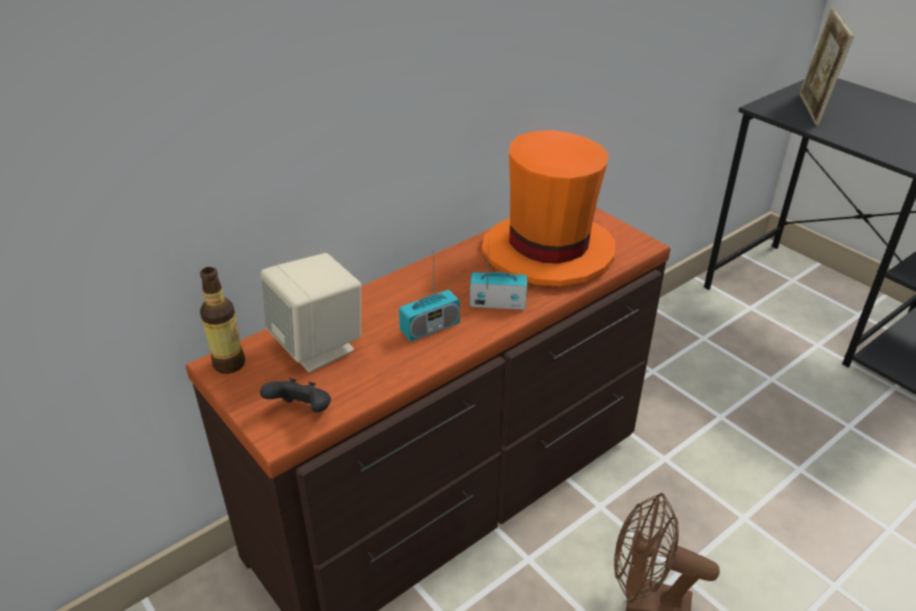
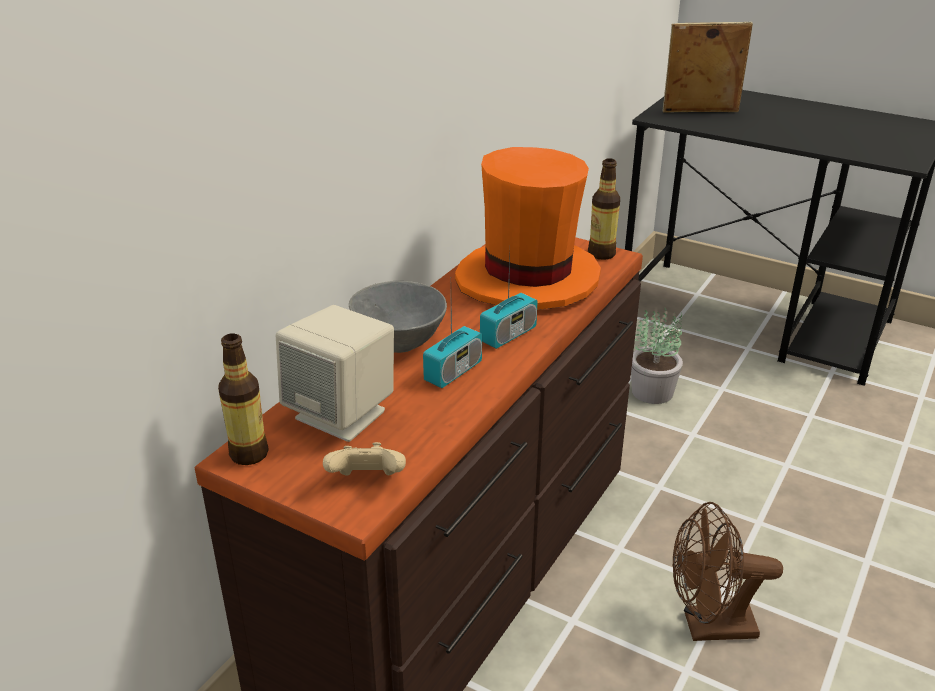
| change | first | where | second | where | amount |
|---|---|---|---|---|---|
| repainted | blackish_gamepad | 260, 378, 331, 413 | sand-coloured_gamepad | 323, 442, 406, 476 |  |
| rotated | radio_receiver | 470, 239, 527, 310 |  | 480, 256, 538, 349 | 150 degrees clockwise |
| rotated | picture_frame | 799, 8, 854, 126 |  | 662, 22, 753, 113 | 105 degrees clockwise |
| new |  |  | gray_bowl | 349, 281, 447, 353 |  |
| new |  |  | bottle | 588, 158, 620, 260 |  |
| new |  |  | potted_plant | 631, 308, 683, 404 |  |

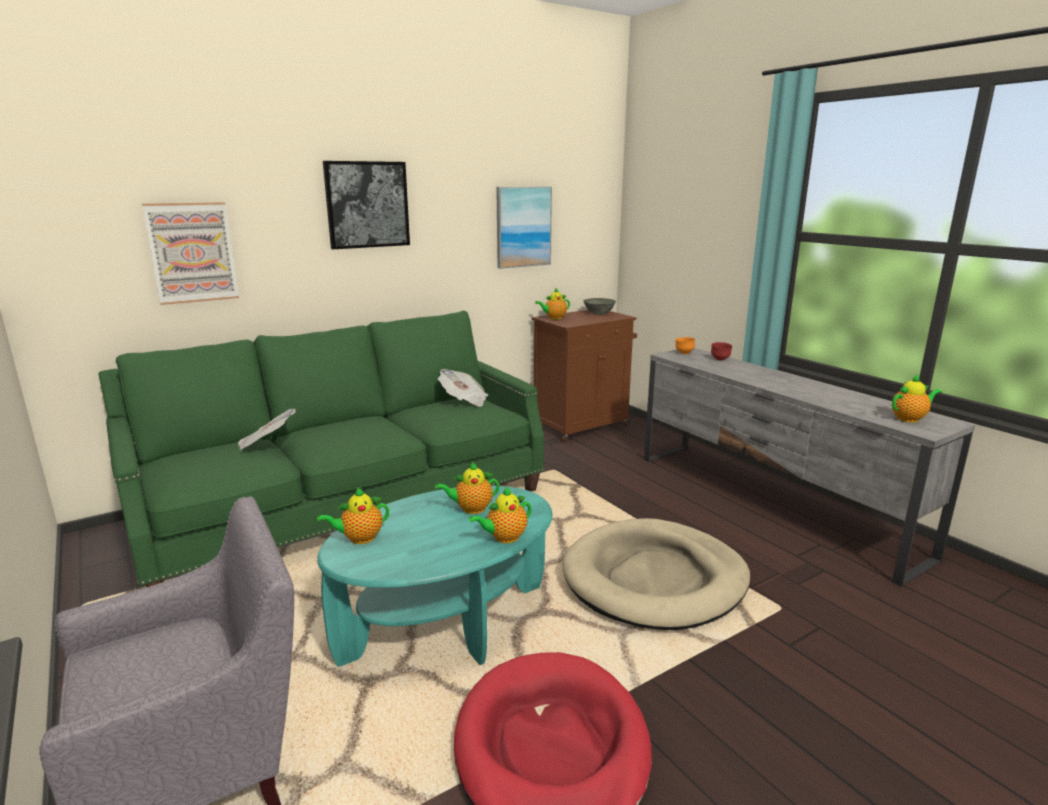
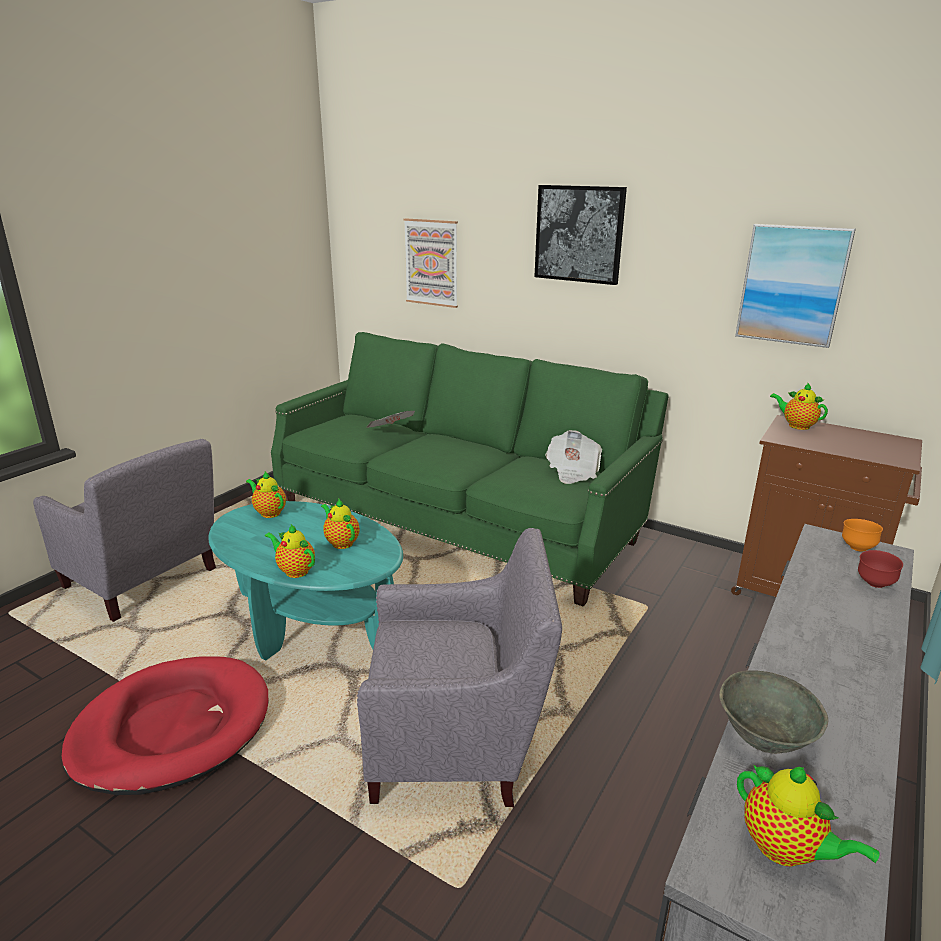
| change | first | where | second | where | amount |
|---|---|---|---|---|---|
| swapped | sand-coloured_dog_cushion | 562, 518, 750, 630 | gray_easy_chair | 357, 528, 562, 808 |  |
| shifted | gray_bowl | 583, 298, 616, 315 |  | 719, 670, 828, 754 |  |

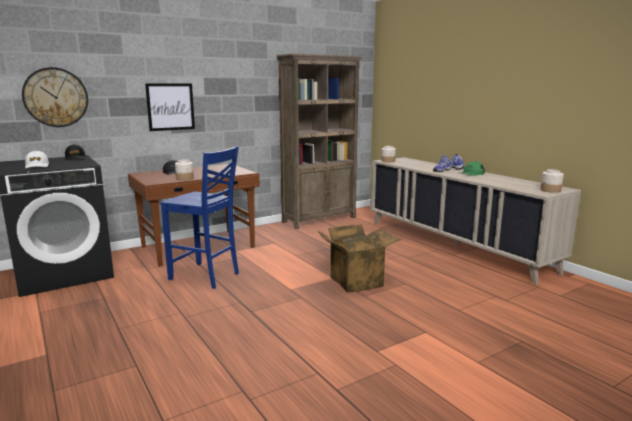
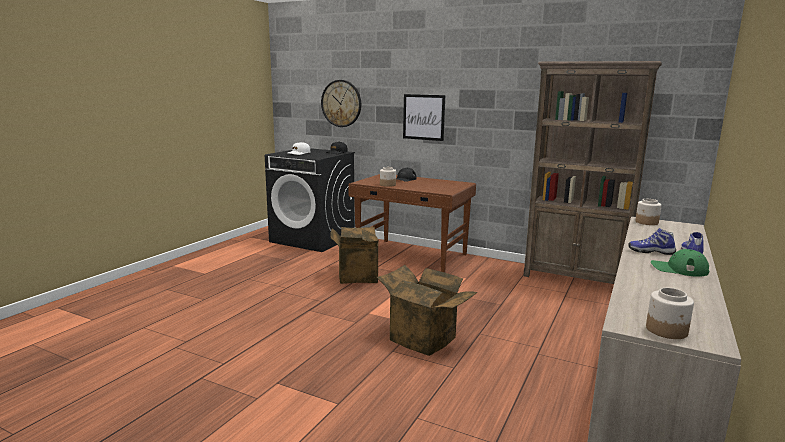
| change | first | where | second | where | amount |
|---|---|---|---|---|---|
| swapped | blue_upright_chair | 161, 146, 239, 289 | packing_box | 330, 227, 379, 284 |  |

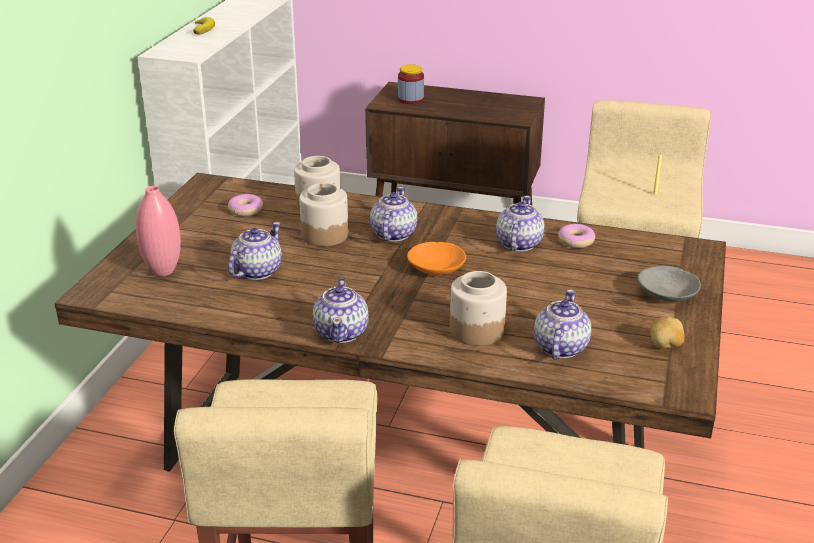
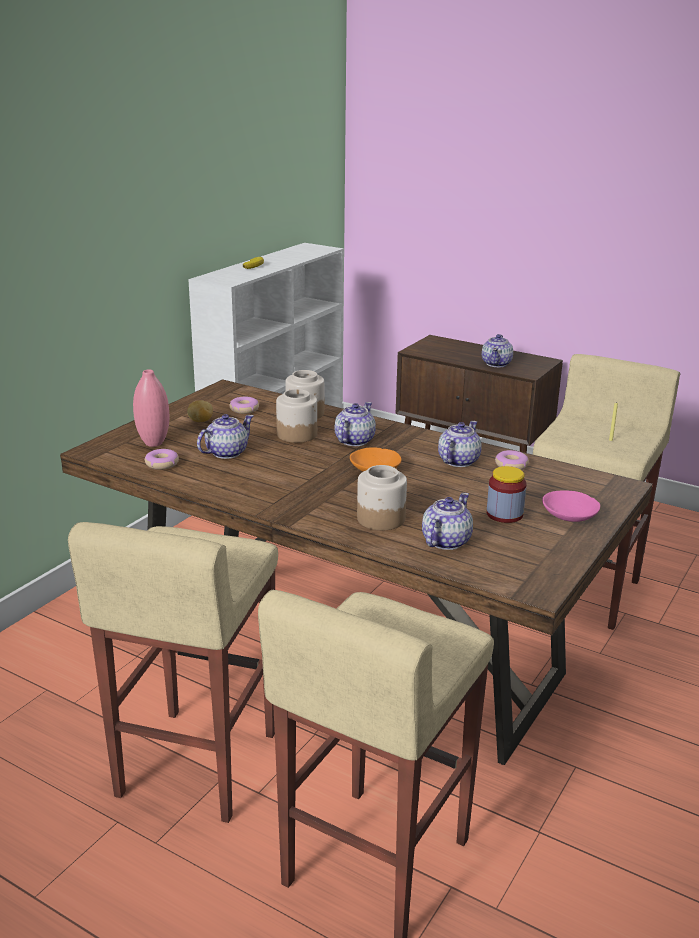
| change | first | where | second | where | amount |
|---|---|---|---|---|---|
| shifted | teapot | 313, 278, 369, 343 |  | 482, 334, 513, 367 |  |
| shifted | storage_jar | 398, 64, 424, 104 |  | 487, 466, 527, 523 |  |
| repainted | gray_bowl | 638, 266, 701, 302 | pink-coloured_bowl | 542, 490, 600, 522 |  |
| shifted | spud | 650, 317, 685, 349 |  | 187, 400, 213, 422 |  |
| new |  |  | donut | 145, 449, 179, 470 |  |

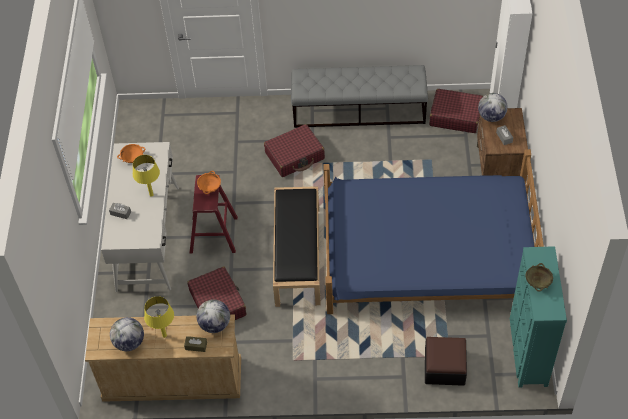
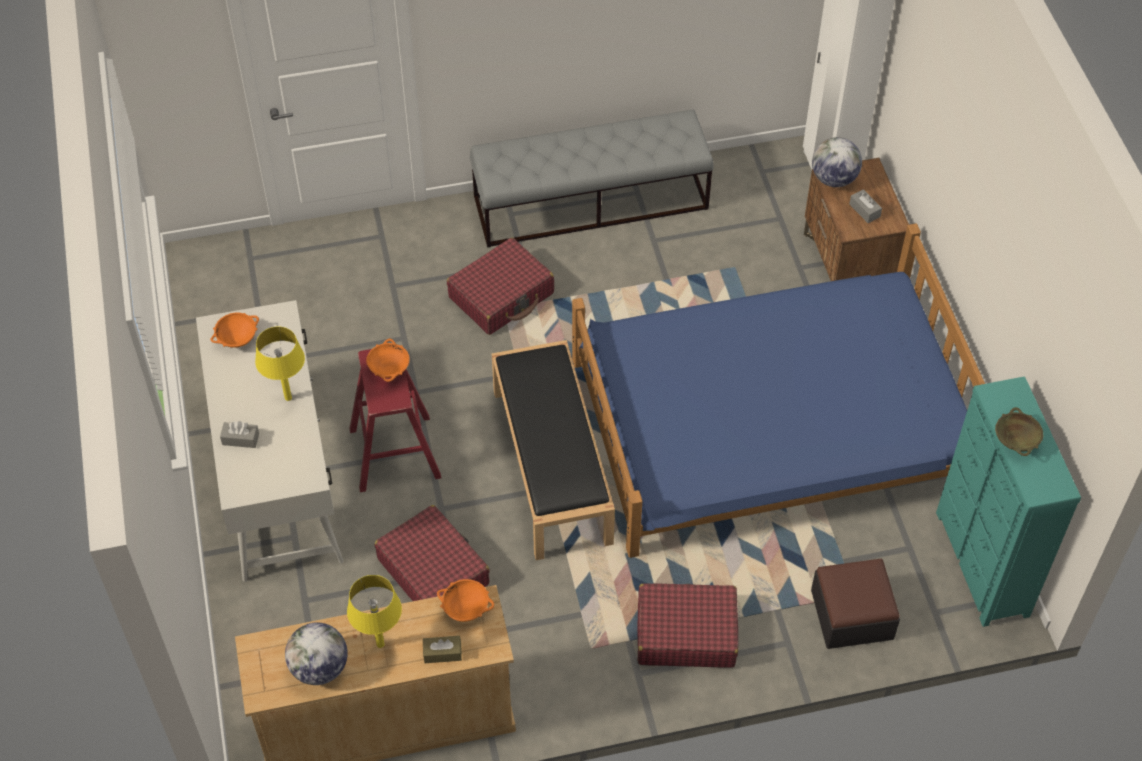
| change | first | where | second | where | amount |
|---|---|---|---|---|---|
| swapped | globe | 196, 299, 230, 333 | orange-coloured_bowl | 437, 579, 494, 622 |  |
| shifted | red-coloured_suitcase | 429, 89, 483, 133 |  | 638, 583, 738, 668 |  |

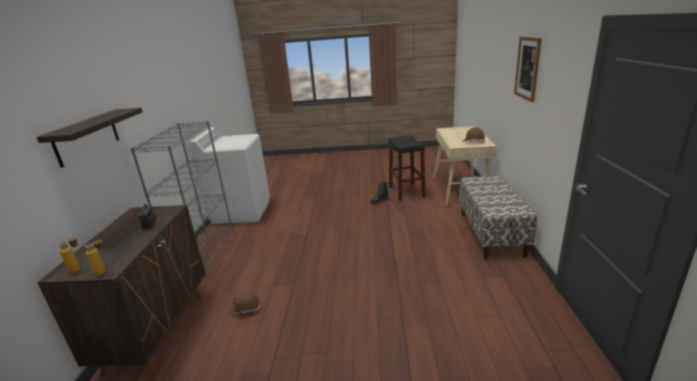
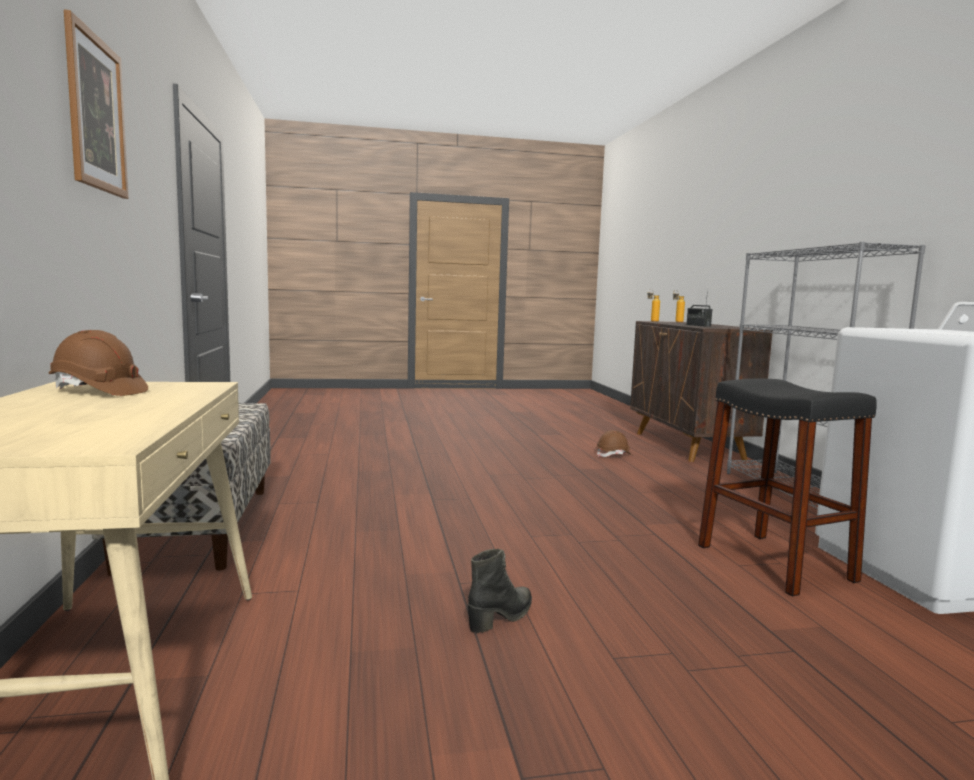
| change | first | where | second | where | amount |
|---|---|---|---|---|---|
| gone | bracket_shelf | 37, 108, 143, 168 |  |  |  |
| shifted | blackish_stool | 389, 135, 426, 201 |  | 698, 378, 877, 596 |  |

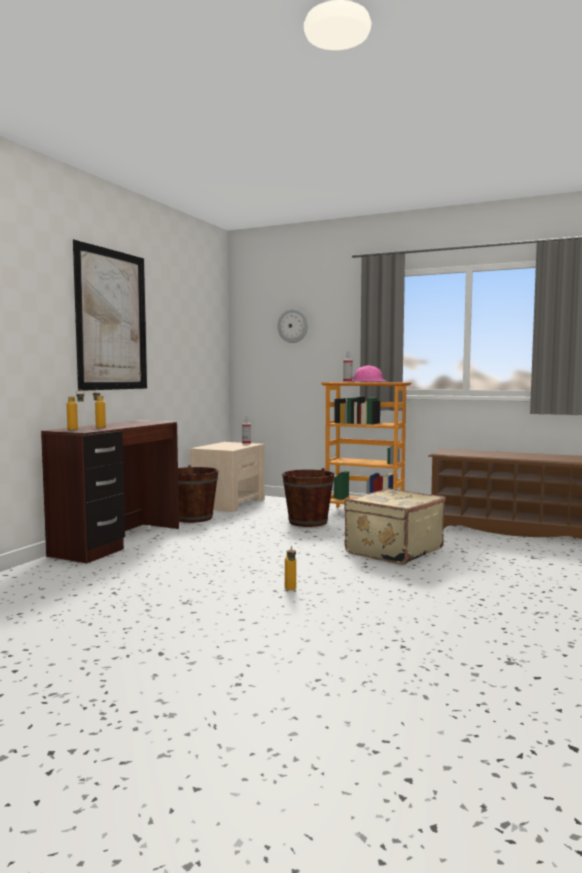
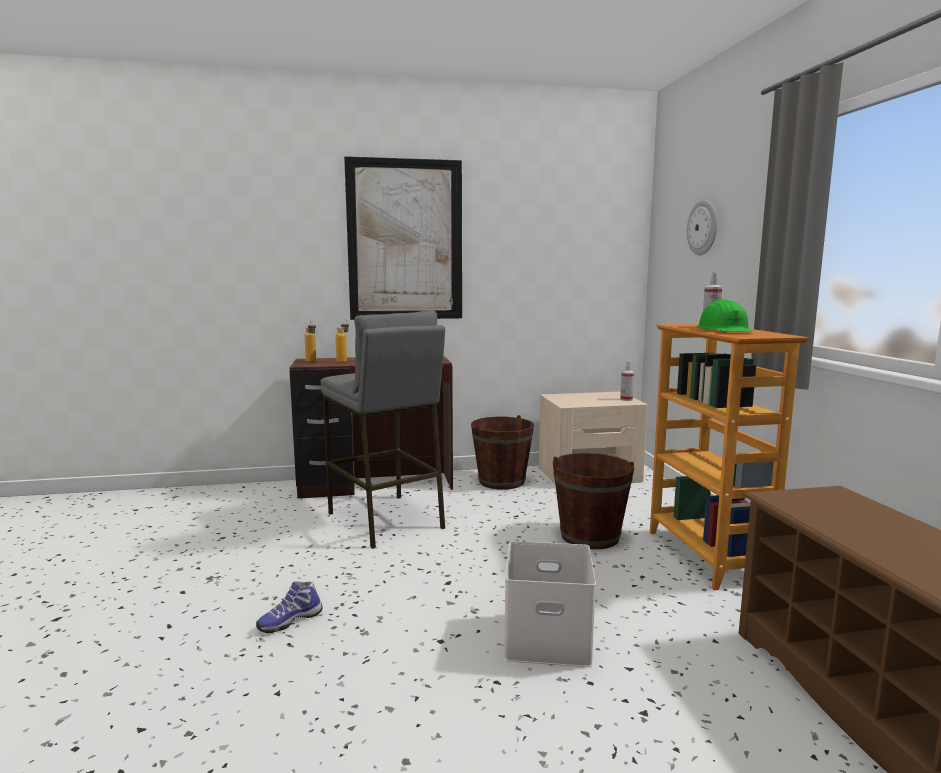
| change | first | where | second | where | amount |
|---|---|---|---|---|---|
| swapped | bottle | 285, 545, 296, 590 | item_of_footwear | 256, 581, 323, 633 |  |
| swapped | sand-coloured_suitcase | 344, 488, 445, 565 | white_storage_container | 504, 541, 596, 667 |  |
| repainted | pink-coloured_work_helmet | 351, 366, 385, 382 | green-coloured_work_helmet | 697, 299, 753, 332 |  |
| new |  |  | gray_stool | 320, 310, 445, 549 |  |

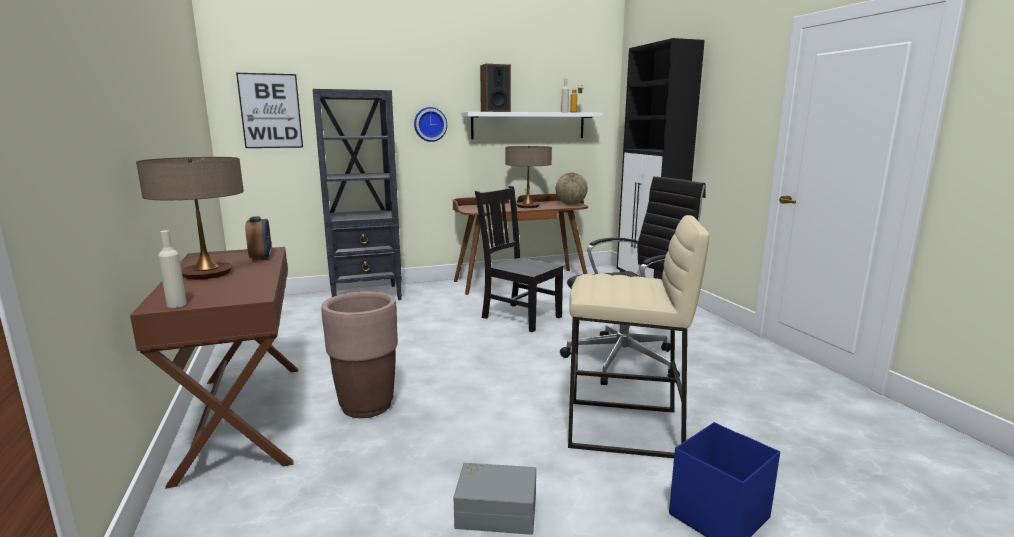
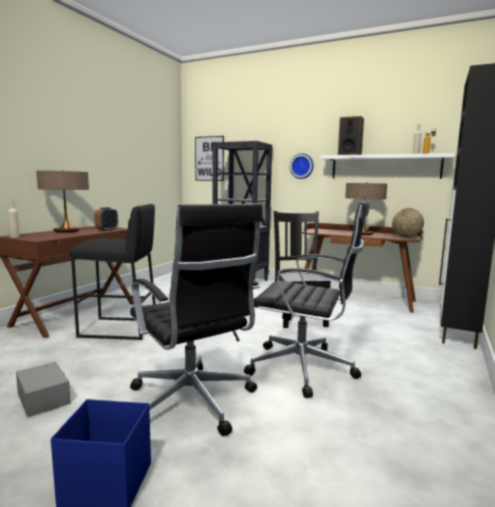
| change | first | where | second | where | amount |
|---|---|---|---|---|---|
| swapped | brown-coloured_plant_pot | 321, 291, 398, 418 | blackish_stool | 69, 204, 156, 340 |  |
| swapped | sand-coloured_stool | 568, 215, 709, 458 | blackish_computer_chair | 130, 203, 263, 436 |  |

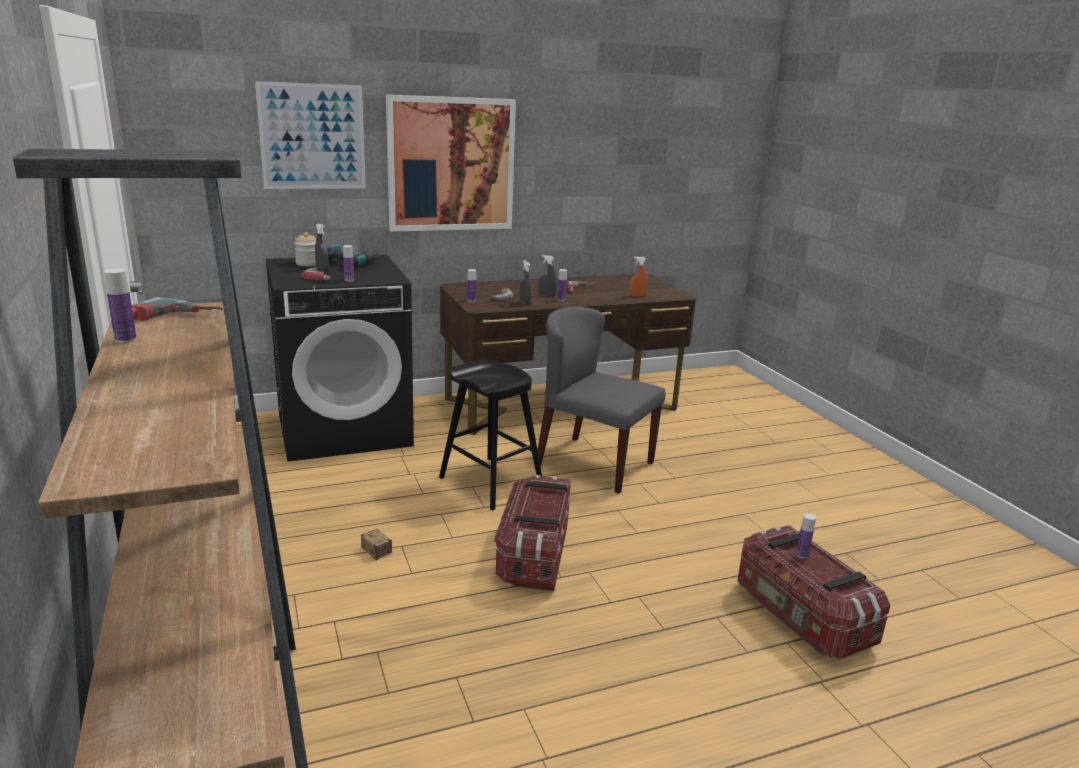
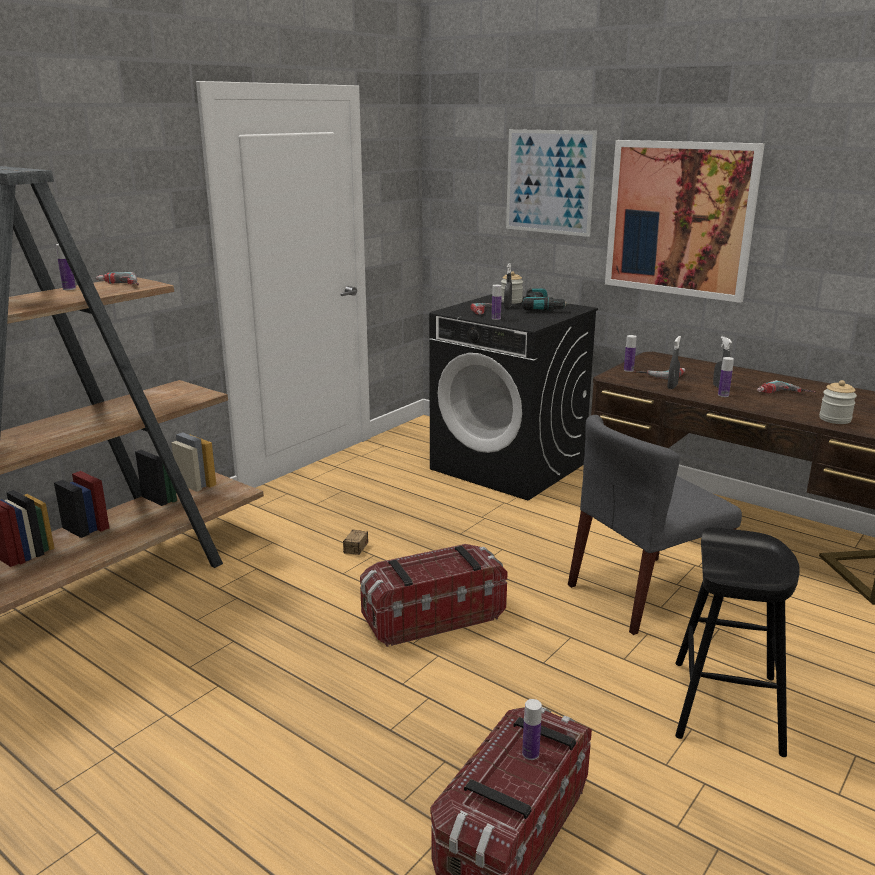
| change | first | where | second | where | amount |
|---|---|---|---|---|---|
| shifted | blackish_stool | 439, 360, 542, 510 |  | 675, 527, 800, 757 |  |
| rotated | gray_upright_chair | 537, 307, 666, 494 |  | 568, 415, 742, 635 | 120 degrees counterclockwise |
| swapped | orange-coloured_sprayer | 629, 257, 647, 297 | storage_jar | 819, 380, 857, 424 |  |

